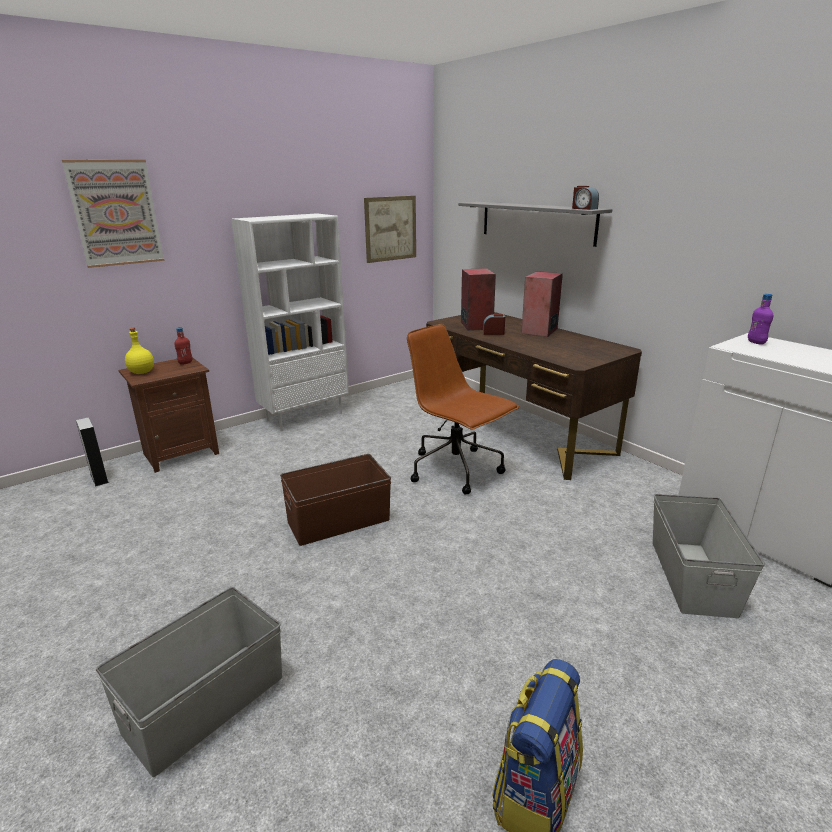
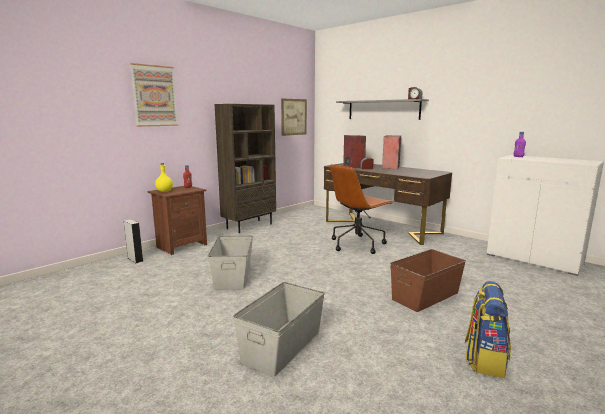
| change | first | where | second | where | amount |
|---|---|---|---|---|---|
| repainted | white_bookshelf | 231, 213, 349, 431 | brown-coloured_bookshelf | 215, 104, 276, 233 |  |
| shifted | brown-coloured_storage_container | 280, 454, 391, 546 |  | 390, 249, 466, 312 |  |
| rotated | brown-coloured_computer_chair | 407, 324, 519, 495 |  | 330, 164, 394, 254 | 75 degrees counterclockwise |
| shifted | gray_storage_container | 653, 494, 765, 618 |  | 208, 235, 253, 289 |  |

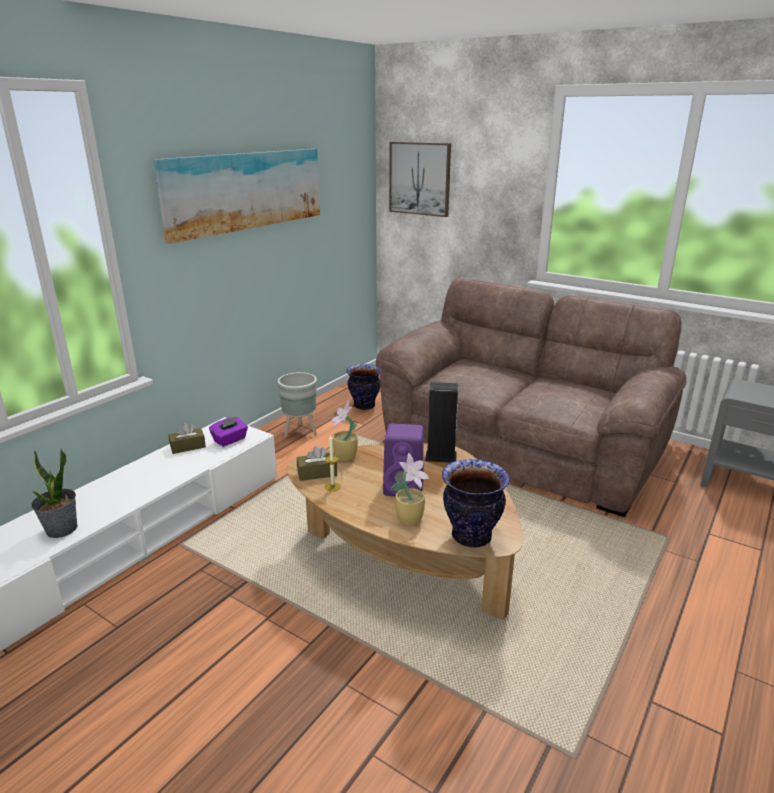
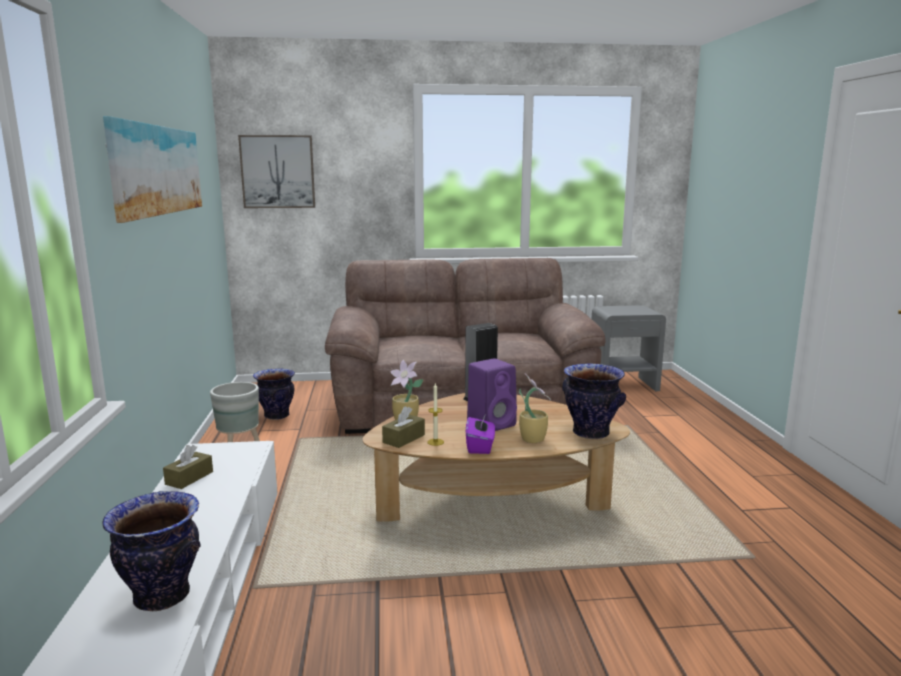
| change | first | where | second | where | amount |
|---|---|---|---|---|---|
| swapped | potted_plant | 31, 448, 77, 538 | flower_vase | 102, 491, 201, 611 |  |
| shifted | purplish_box_of_tissues | 209, 417, 248, 447 |  | 466, 413, 495, 454 |  |

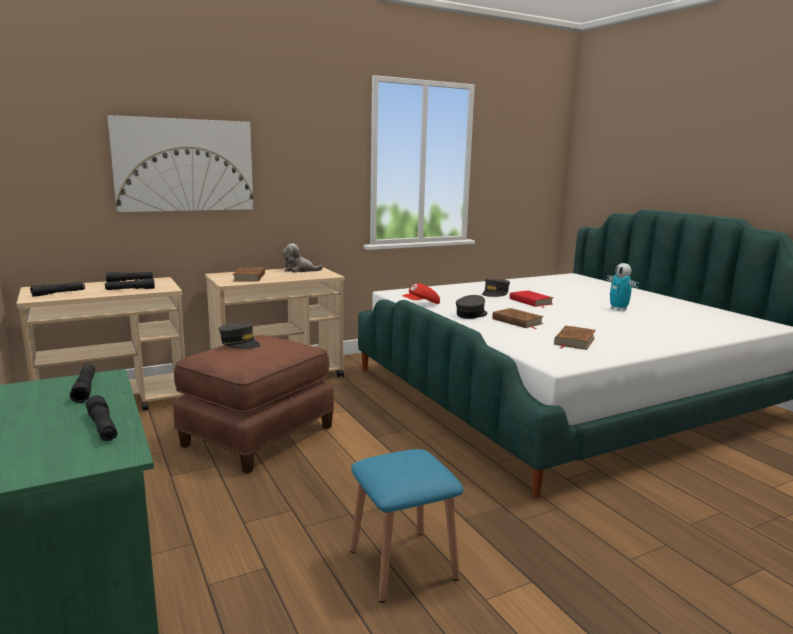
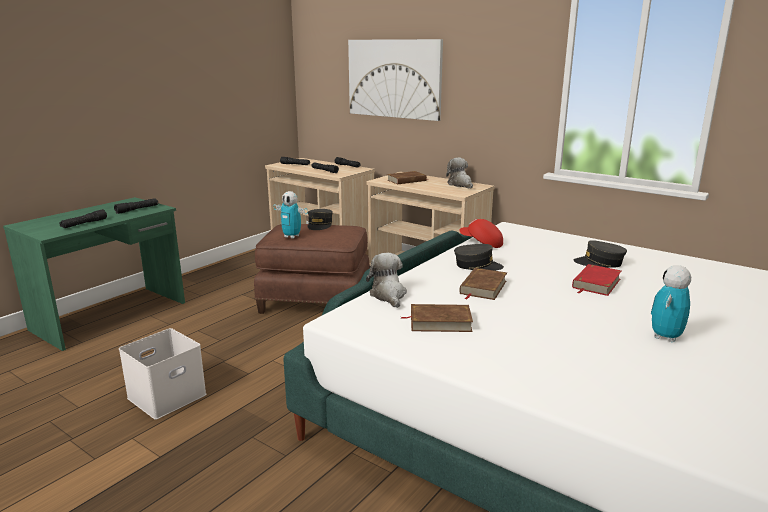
| change | first | where | second | where | amount |
|---|---|---|---|---|---|
| swapped | blue_stool | 350, 449, 463, 603 | white_storage_container | 119, 328, 207, 420 |  |
| new |  |  | model_robot | 273, 191, 308, 239 |  |
| new |  |  | cuddly_toy | 366, 253, 407, 308 |  |

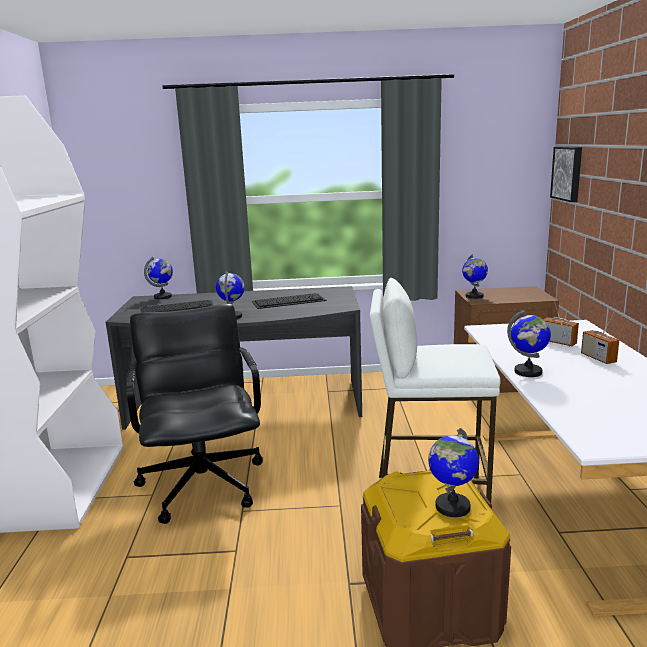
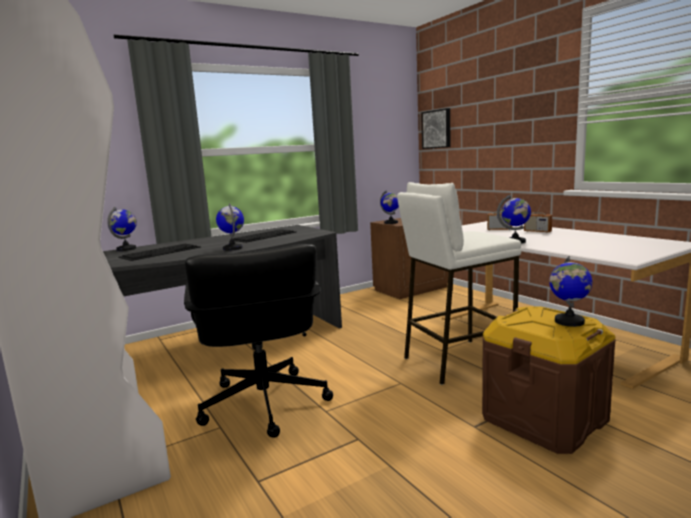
| change | first | where | second | where | amount |
|---|---|---|---|---|---|
| rotated | blackish_computer_chair | 126, 304, 263, 524 |  | 184, 244, 333, 438 | 150 degrees counterclockwise |

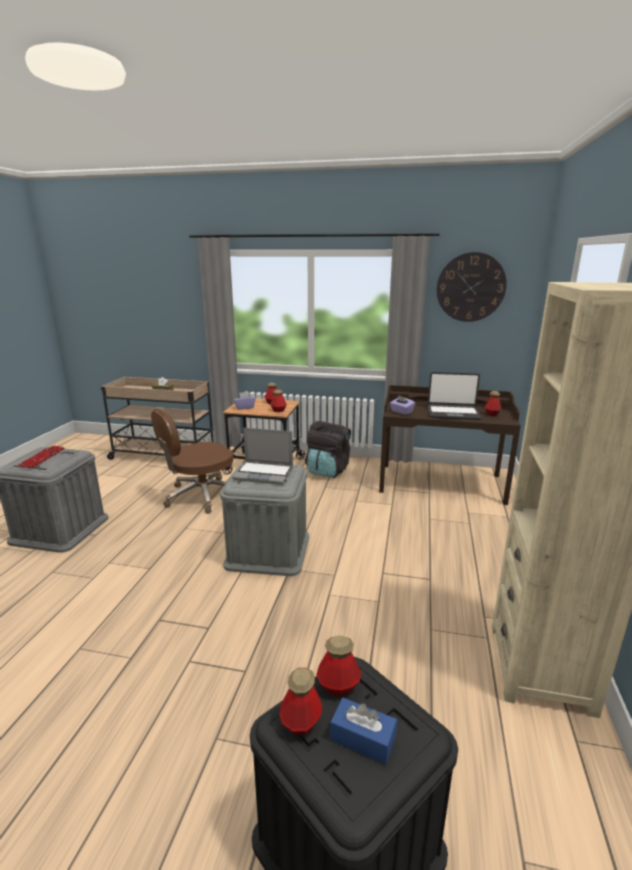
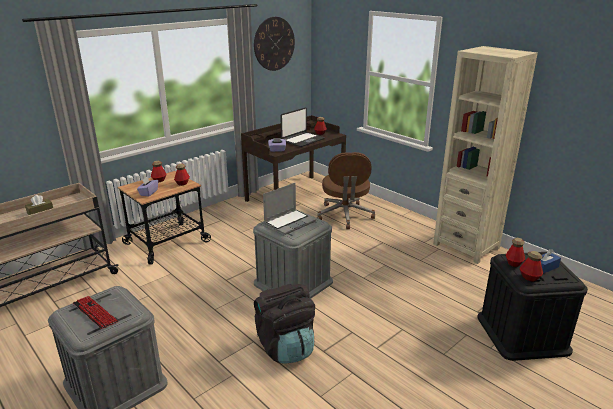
| change | first | where | second | where | amount |
|---|---|---|---|---|---|
| shifted | brown-coloured_computer_chair | 151, 408, 234, 514 |  | 317, 152, 375, 229 |  |
| shifted | blackish_knapsack | 305, 421, 351, 478 |  | 254, 284, 315, 364 |  |

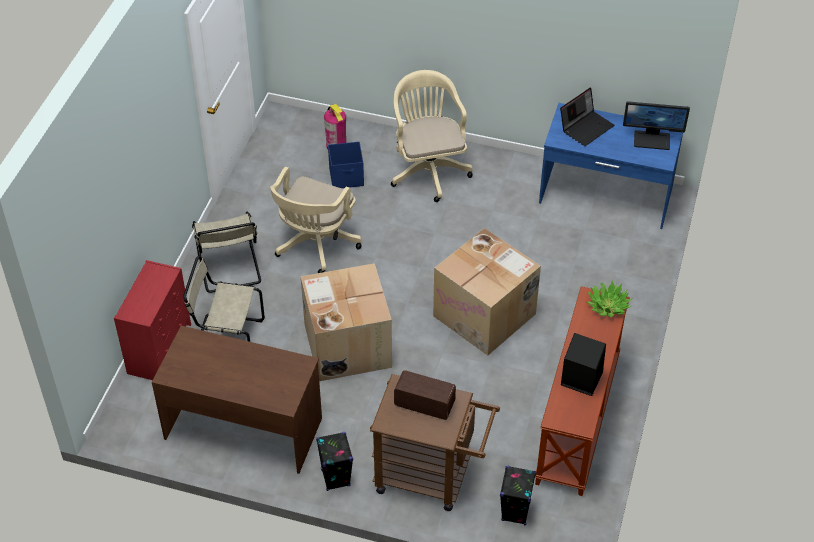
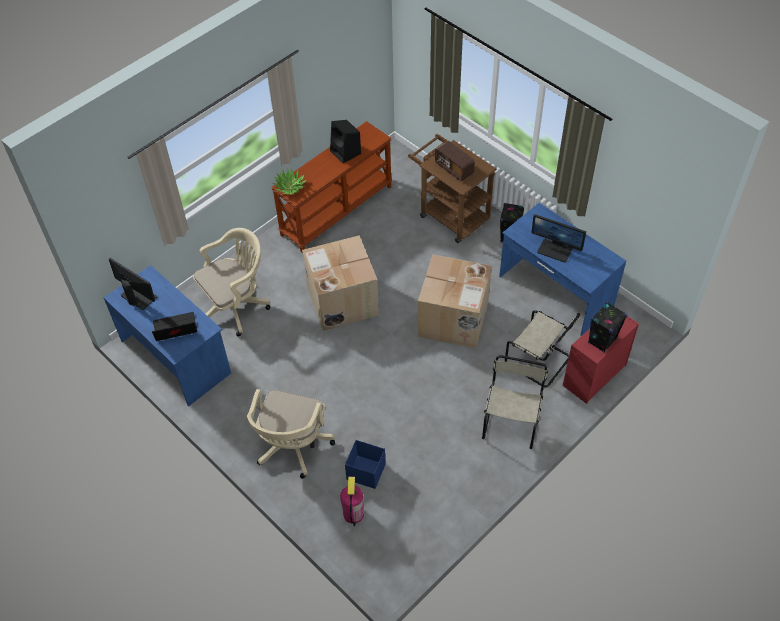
| change | first | where | second | where | amount |
|---|---|---|---|---|---|
| repainted | brown-coloured_desk_table | 152, 326, 322, 474 | blue_desk_table | 499, 203, 626, 336 |  |
| shifted | sand-coloured_computer_chair | 270, 167, 362, 273 |  | 193, 228, 270, 337 |  |
| shifted | blackish_speaker | 500, 466, 536, 526 |  | 588, 302, 627, 353 |  |
| new |  |  | computer_display | 531, 214, 586, 263 |  |

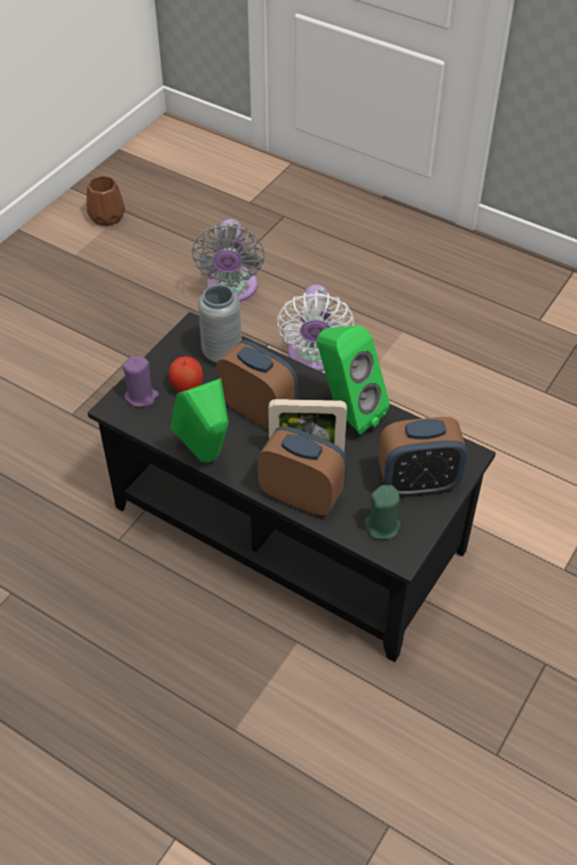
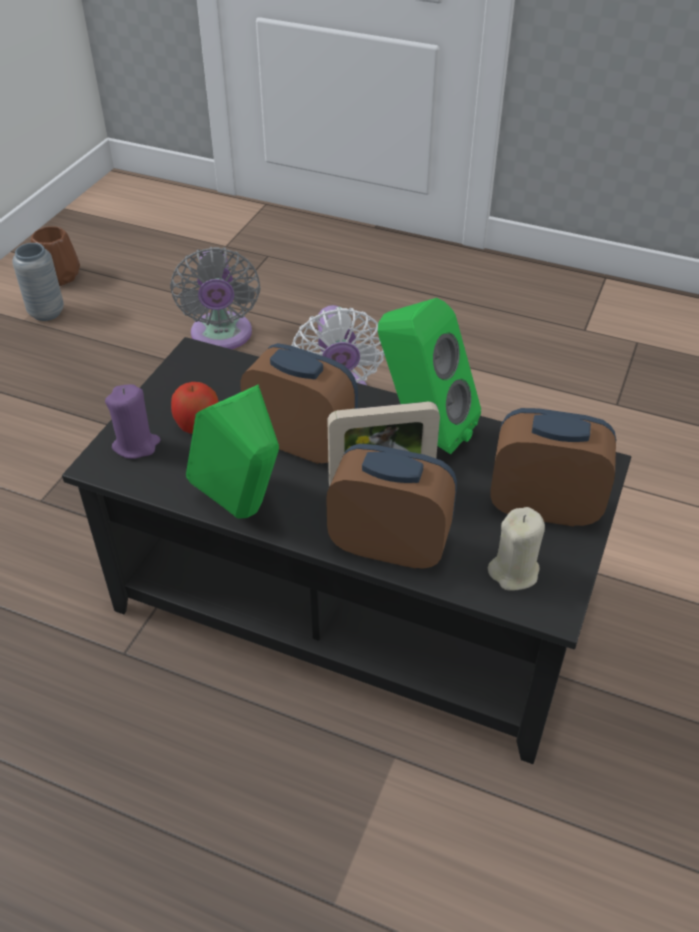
| change | first | where | second | where | amount |
|---|---|---|---|---|---|
| shifted | gray_flower_vase | 198, 284, 242, 363 |  | 12, 243, 64, 321 |  |
| repainted | green-coloured_wax_candle | 364, 485, 401, 540 | sand-coloured_wax_candle | 488, 507, 545, 591 |  |
| rotated | alarm_clock | 378, 417, 468, 496 |  | 490, 408, 616, 527 | 150 degrees counterclockwise |

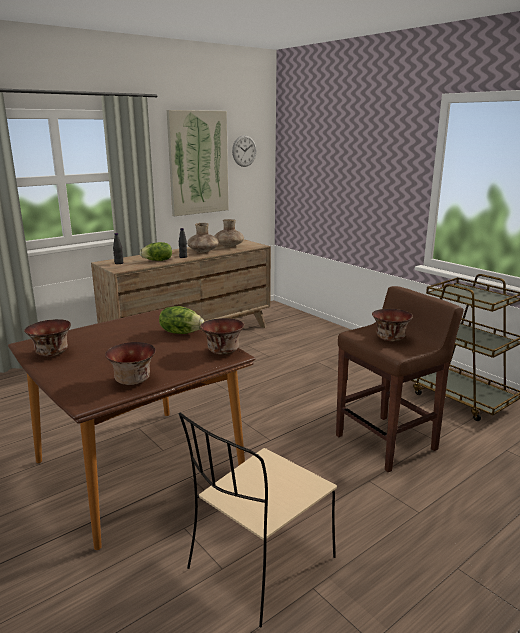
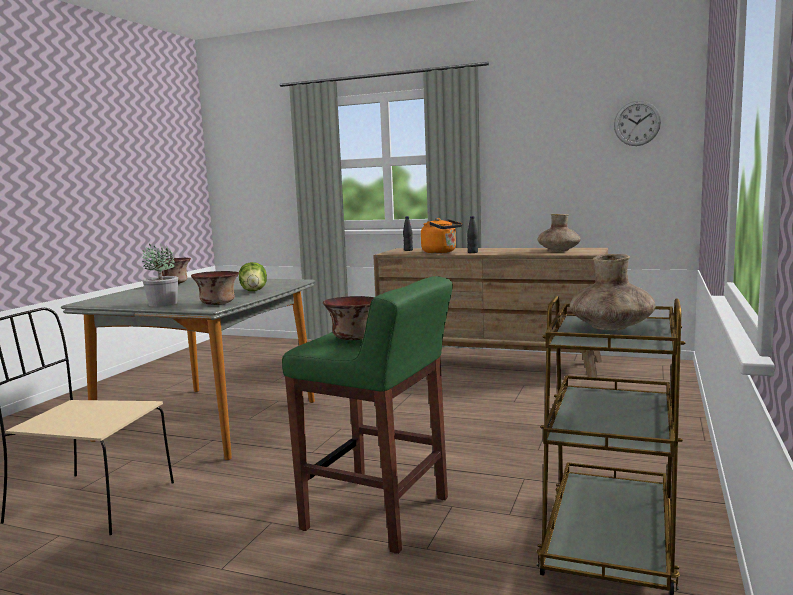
| change | first | where | second | where | amount |
|---|---|---|---|---|---|
| repainted | brown-coloured_dinner_table | 8, 309, 255, 550 | gray_dinner_table | 61, 277, 315, 460 |  |
| gone | bowl | 105, 342, 156, 385 |  |  |  |
| swapped | lettuce | 140, 242, 172, 261 | orange-coloured_water_kettle | 421, 218, 463, 253 |  |
| gone | picture | 167, 110, 229, 216 |  |  |  |
| shifted | brown-coloured_flower_vase | 187, 223, 219, 253 |  | 570, 254, 656, 330 |  |
| repainted | brown-coloured_stool | 336, 286, 464, 472 | green-coloured_stool | 282, 276, 453, 554 |  |
| new |  |  | potted_plant | 142, 244, 178, 307 |  |

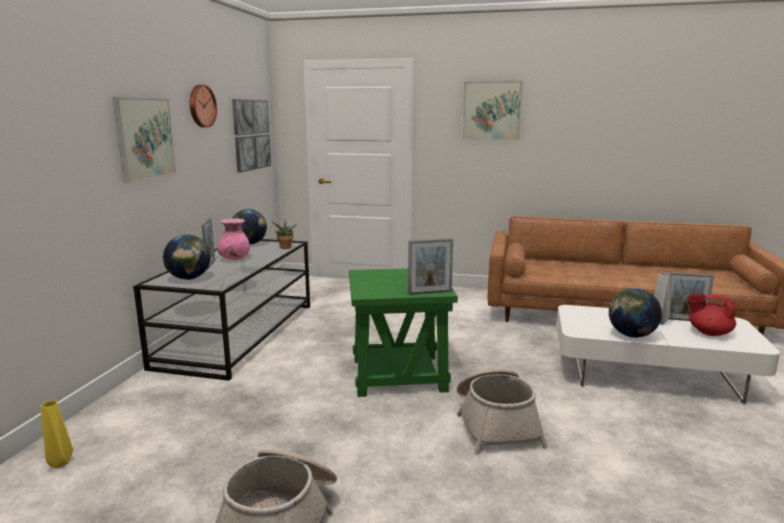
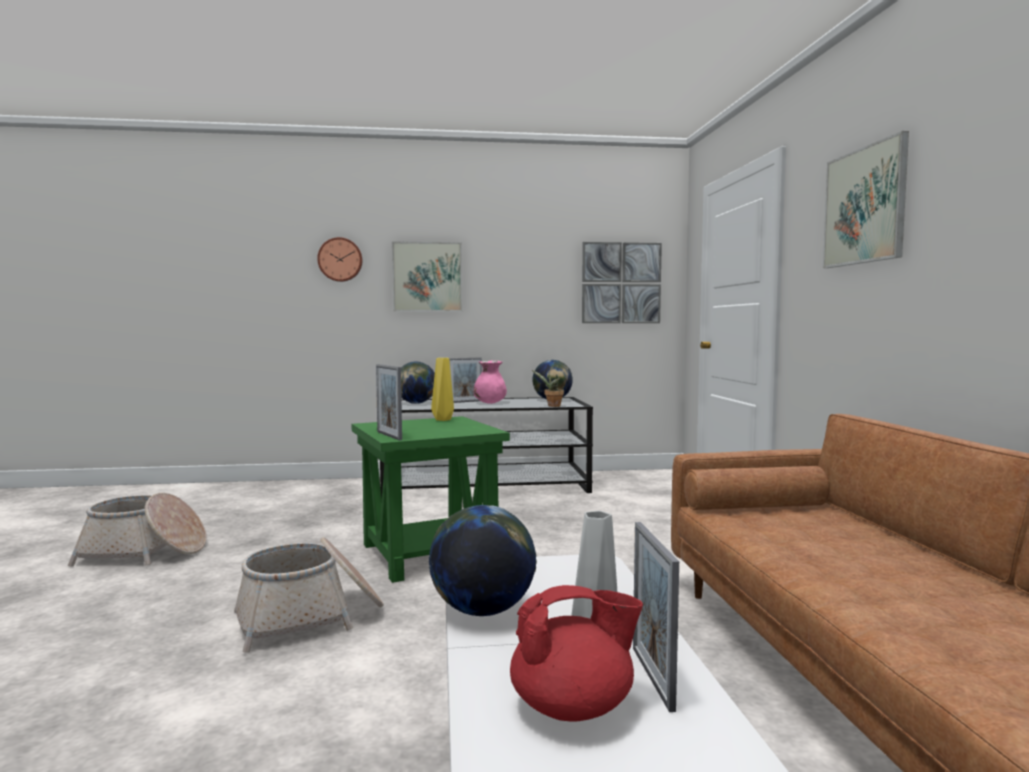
| change | first | where | second | where | amount |
|---|---|---|---|---|---|
| shifted | yellow-coloured_flower_vase | 41, 400, 73, 468 |  | 431, 358, 454, 421 |  |
| shifted | clock_on_the_wall | 190, 85, 217, 128 |  | 317, 237, 363, 282 |  |
| rotated | red-coloured_teapot | 687, 293, 736, 336 |  | 510, 585, 643, 722 | 75 degrees clockwise |

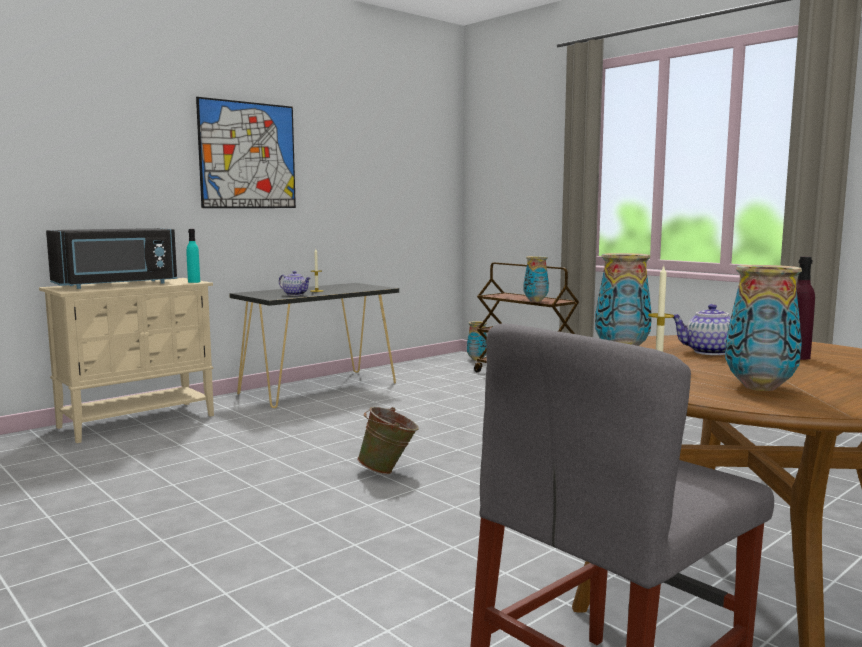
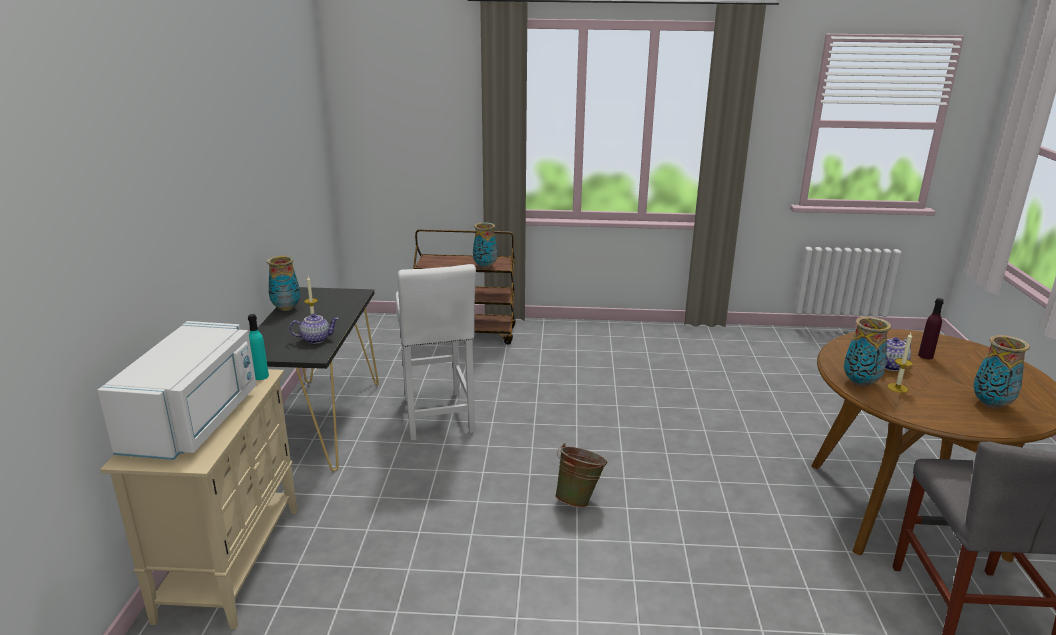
| change | first | where | second | where | amount |
|---|---|---|---|---|---|
| repainted | blackish_microwave | 46, 228, 177, 289 | white_microwave | 97, 321, 256, 460 |  |
| gone | picture | 196, 97, 296, 208 |  |  |  |
| shifted | flower_vase | 467, 321, 487, 361 |  | 267, 255, 300, 311 |  |
| new |  |  | white_stool | 396, 264, 476, 441 |  |

